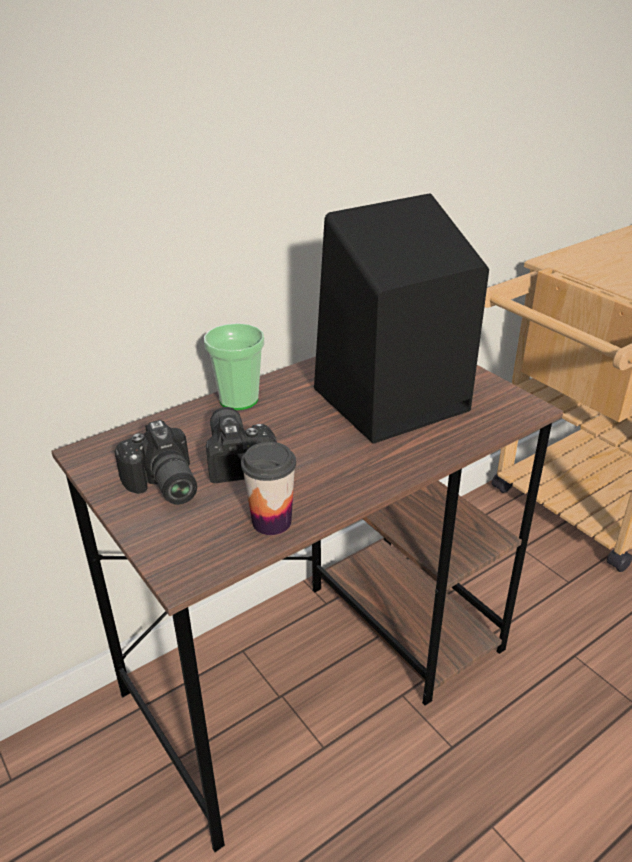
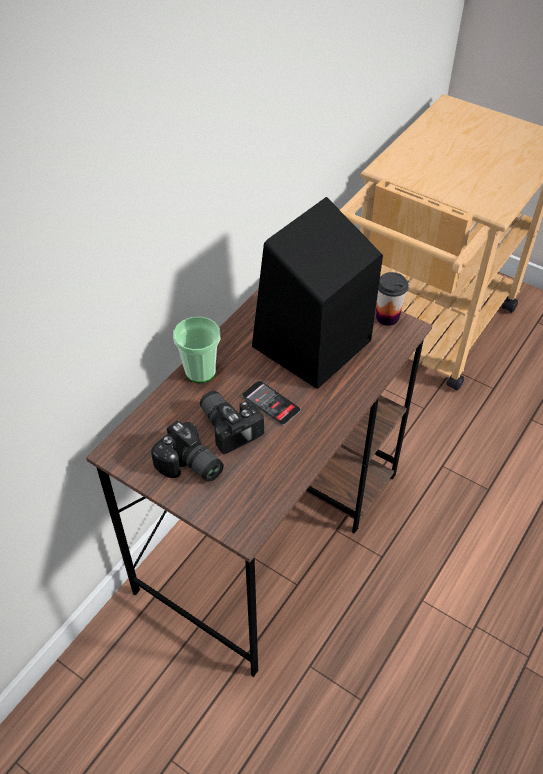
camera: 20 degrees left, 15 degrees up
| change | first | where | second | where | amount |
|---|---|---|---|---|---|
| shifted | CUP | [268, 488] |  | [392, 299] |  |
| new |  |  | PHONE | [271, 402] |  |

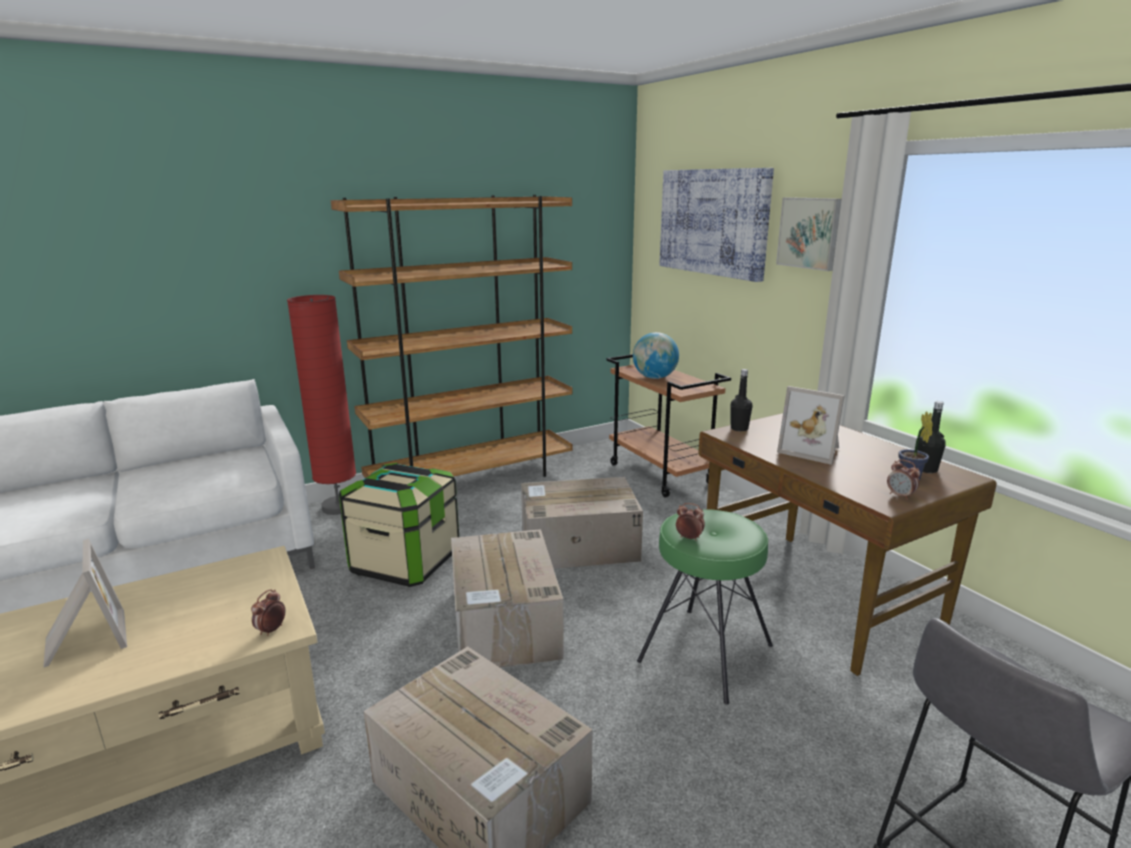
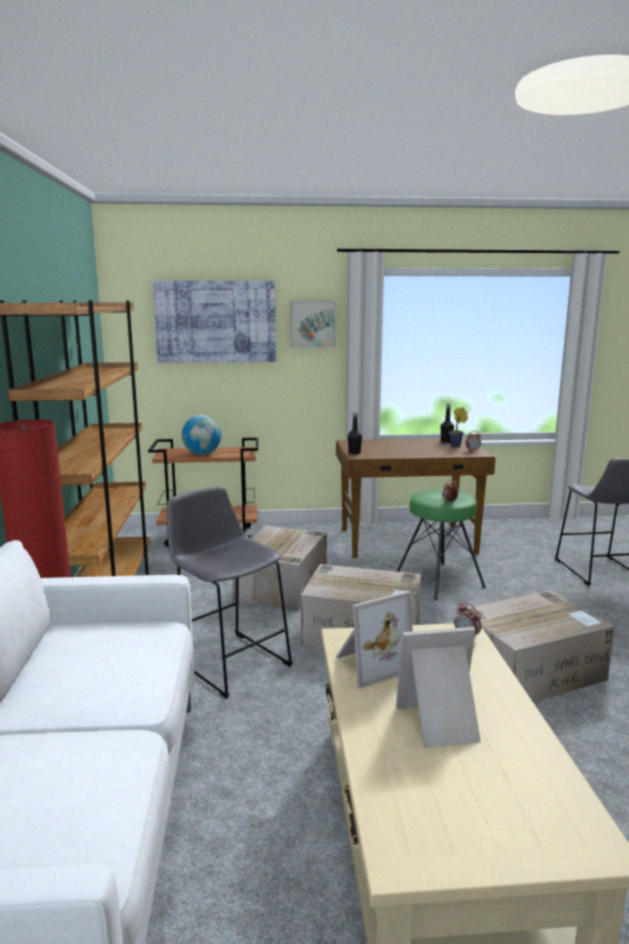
camera: 65 degrees left, 5 degrees down
| change | first | where | second | where | amount |
|---|---|---|---|---|---|
| shifted | PICTURE FRAME | [811, 425] |  | [374, 639] |  |
| swapped | STORAGE BOX | [399, 525] | GREY STOOL | [230, 593] |  |

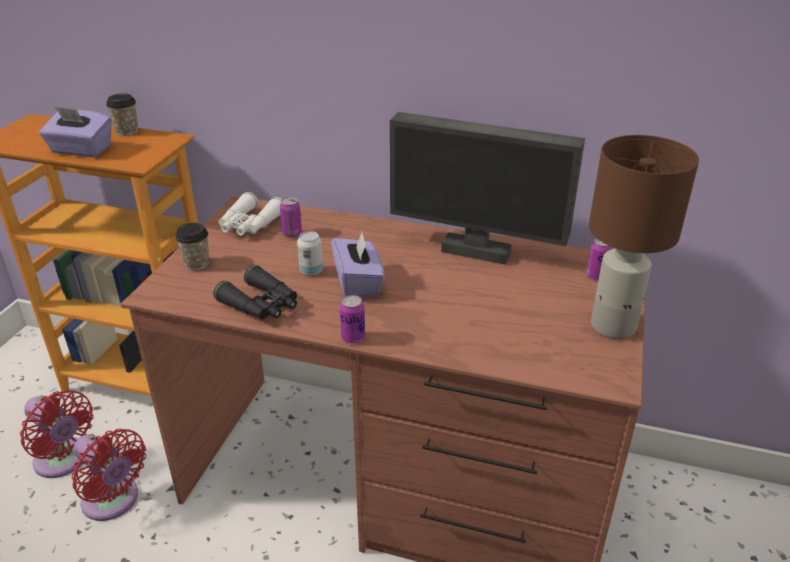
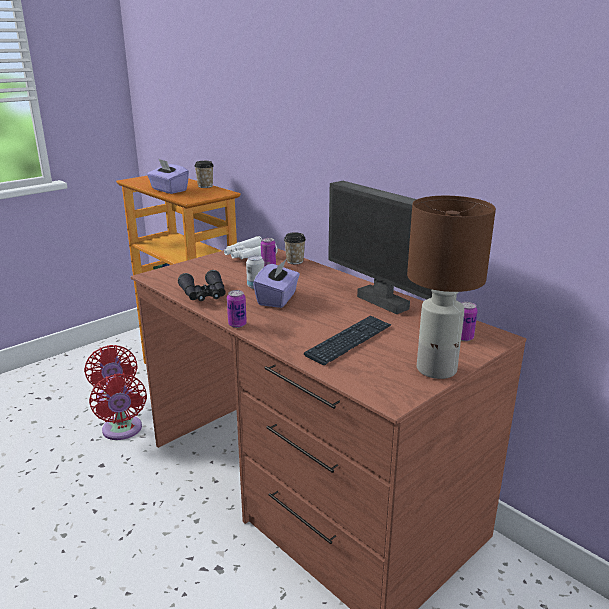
camera: 30 degrees right, 10 degrees down
| change | first | where | second | where | amount |
|---|---|---|---|---|---|
| shifted | CUP | [192, 247] |  | [295, 248] |  |
| new |  |  | KEYBOARD | [347, 340] |  |

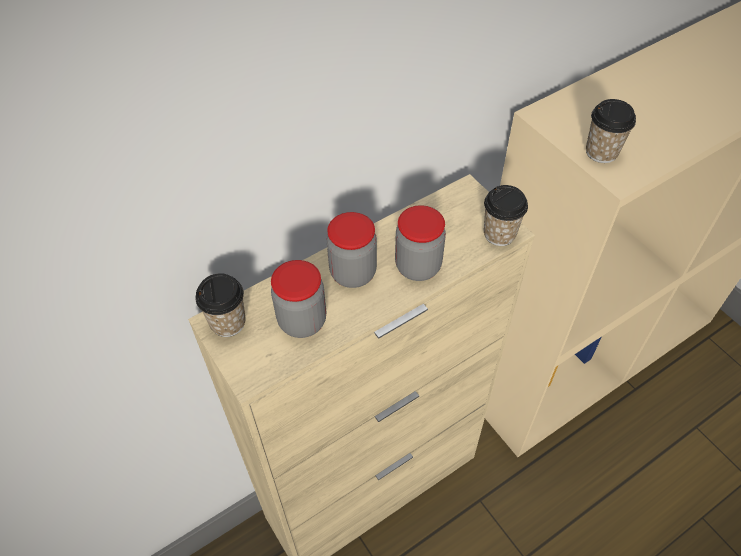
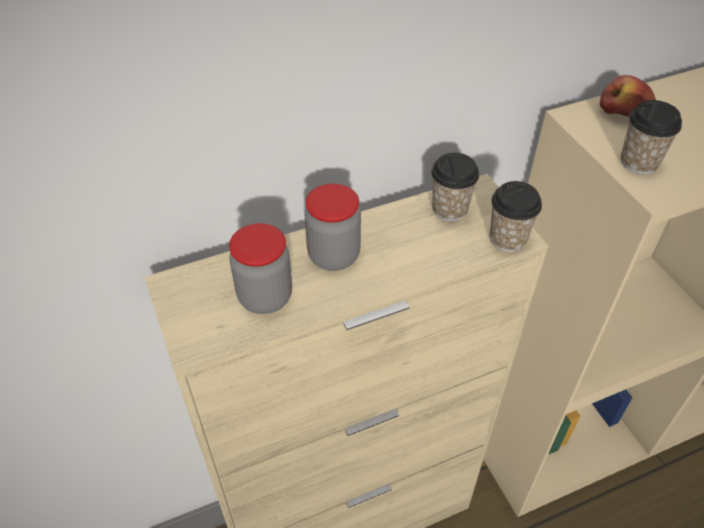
camera: 10 degrees right, 5 degrees down
| change | first | where | second | where | amount |
|---|---|---|---|---|---|
| gone | JAR | [420, 243] |  |  |  |
| shifted | CUP | [221, 305] |  | [455, 186] |  |
| new |  |  | APPLE | [627, 96] |  |

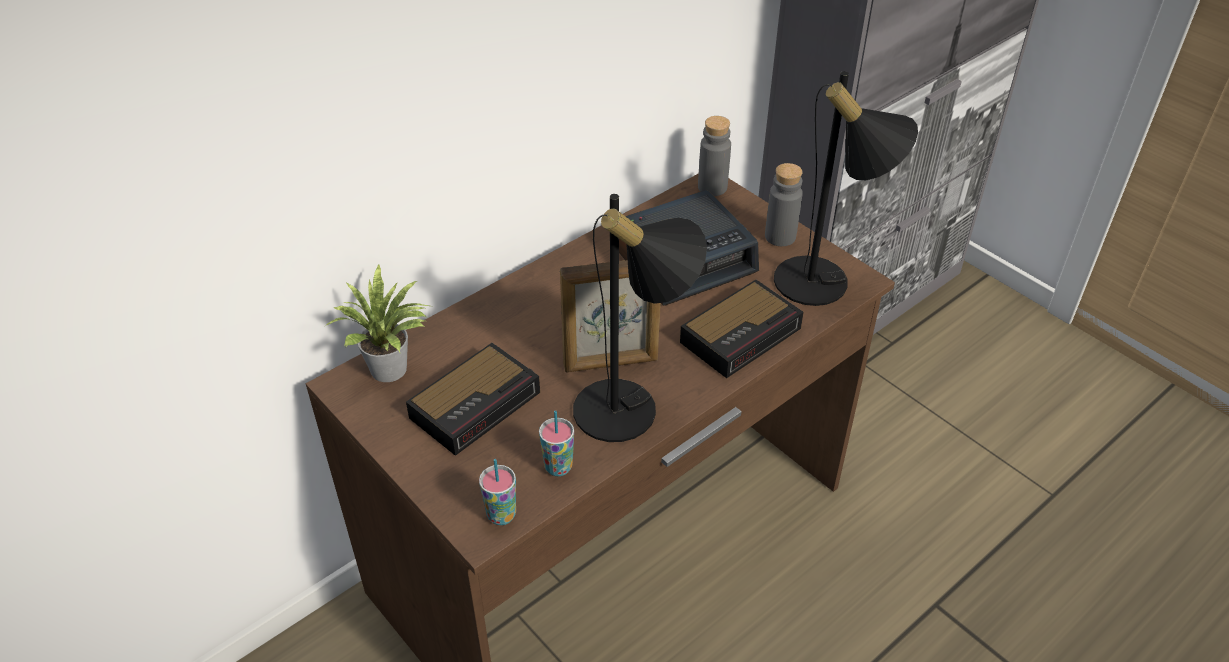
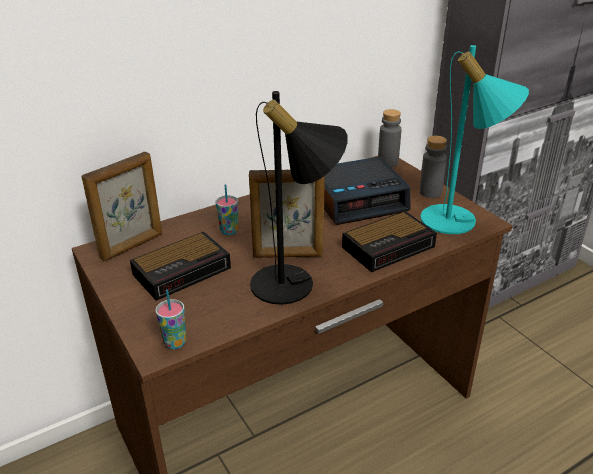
camera: 10 degrees right, 10 degrees down
| change | first | where | second | where | amount |
|---|---|---|---|---|---|
| repainted | BLACK TABLE LAMP | [846, 188] | TURQUOISE TABLE LAMP | [474, 139] |  |
| swapped | POTTED PLANT | [377, 322] | PICTURE FRAME | [122, 206] |  |
| shifted | CUP | [556, 443] |  | [227, 209] |  |

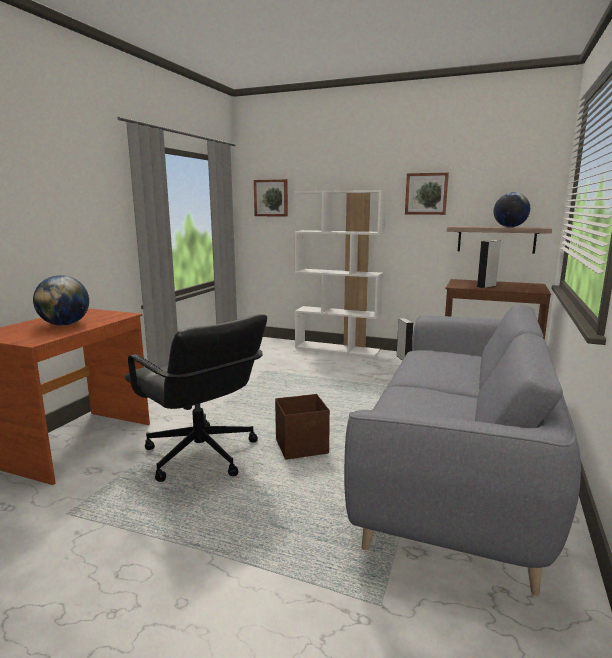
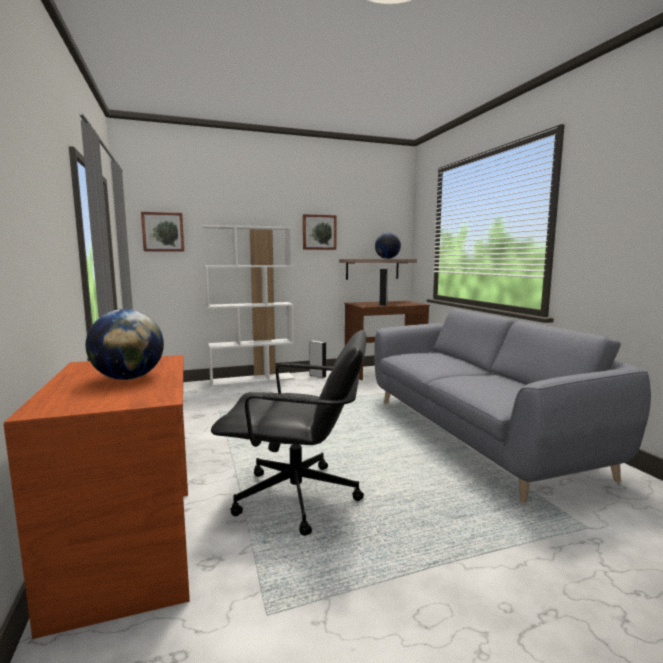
camera: 40 degrees left, 5 degrees down
| change | first | where | second | where | amount |
|---|---|---|---|---|---|
| gone | BROWN STORAGE BOX | [302, 427] |  |  |  |

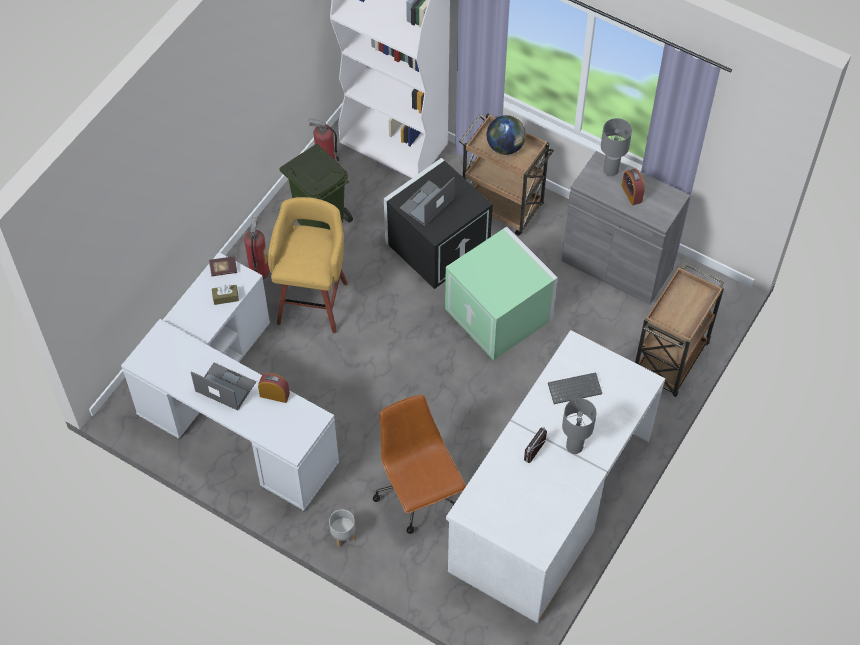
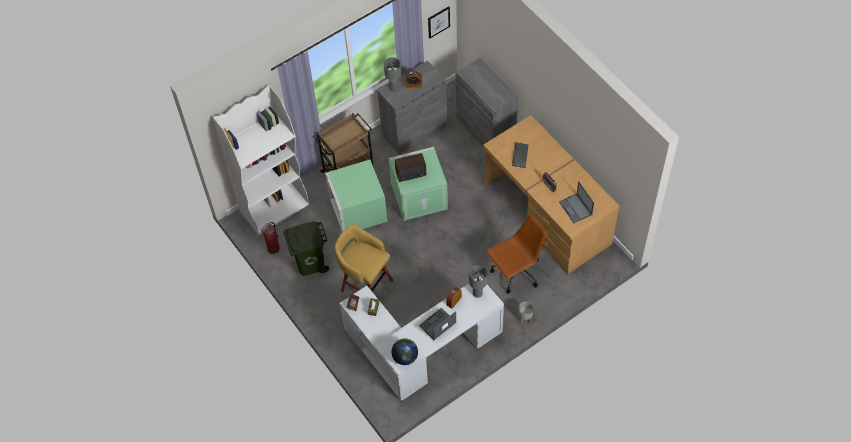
camera: 65 degrees left, 0 degrees up
| change | first | where | second | where | amount |
|---|---|---|---|---|---|
| shifted | GLOBE | [506, 135] |  | [405, 352] |  |
| repainted | BLACK STORAGE BOX | [438, 223] | GREEN STORAGE BOX | [356, 196] |  |
| shifted | LAPTOP | [427, 201] |  | [576, 202] |  |
| gone | FIRE EXTINGUISHER | [257, 248] |  |  |  |
| swapped | BROWN CART | [679, 330] | GREY CABINET | [487, 102] |  |
| repainted | WHITE DESK | [555, 476] | BROWN DESK | [551, 195] |  |
| rotated | BROWN OFFICE CHAIR | [419, 464] |  | [516, 254] | 150 degrees clockwise |
| shifted | GREY TABLE LAMP | [579, 426] |  | [478, 281] |  |
| new |  |  | PICTURE | [439, 22] |  |
| new |  |  | RADIO | [410, 167] |  |

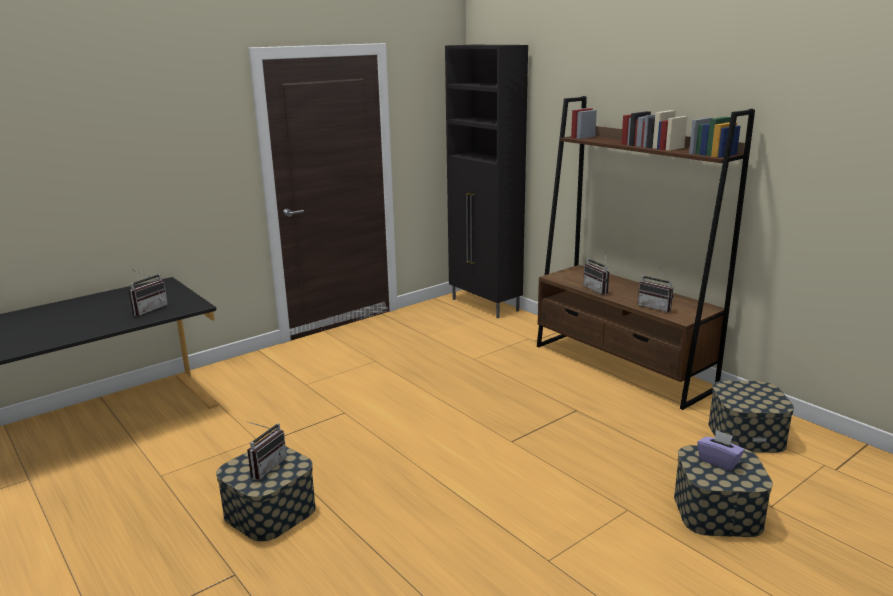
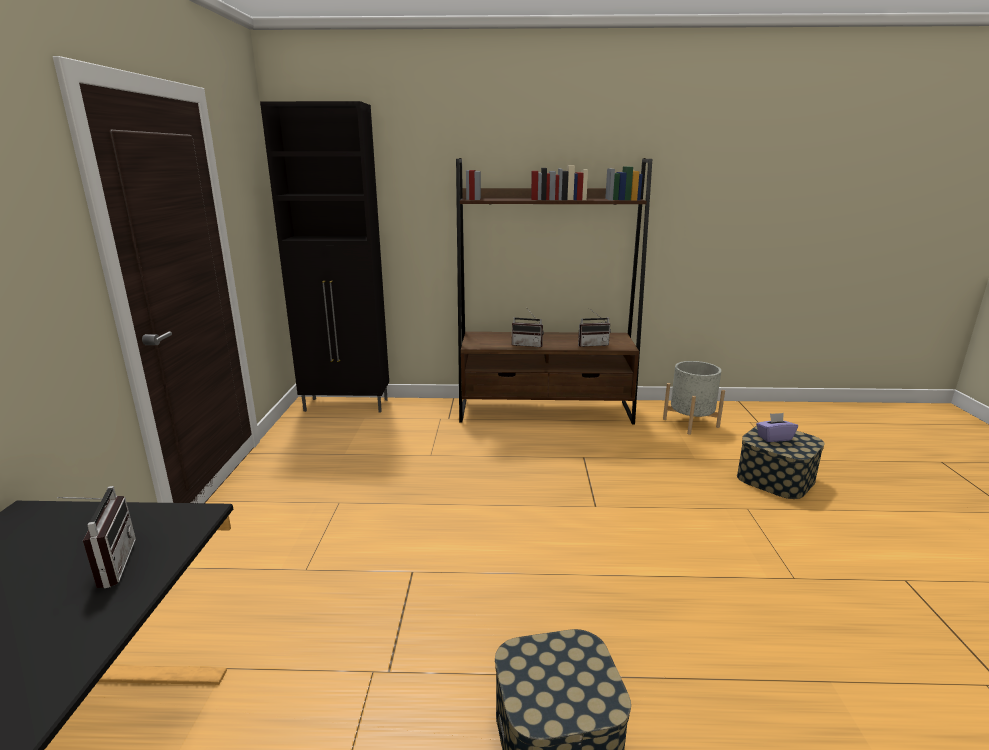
camera: 50 degrees left, 0 degrees up
| change | first | where | second | where | amount |
|---|---|---|---|---|---|
| swapped | STORAGE BOX | [751, 417] | GREY PLANTER | [694, 398] |  |
| gone | RADIO | [267, 451] |  |  |  |

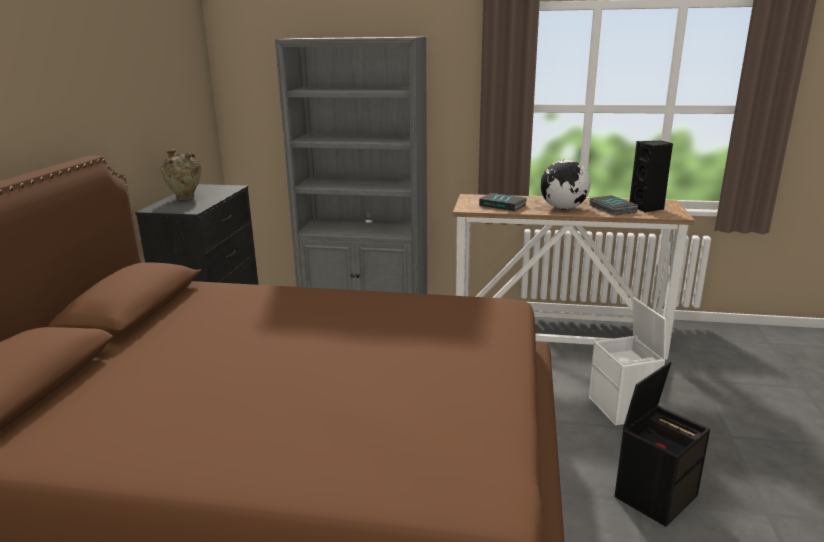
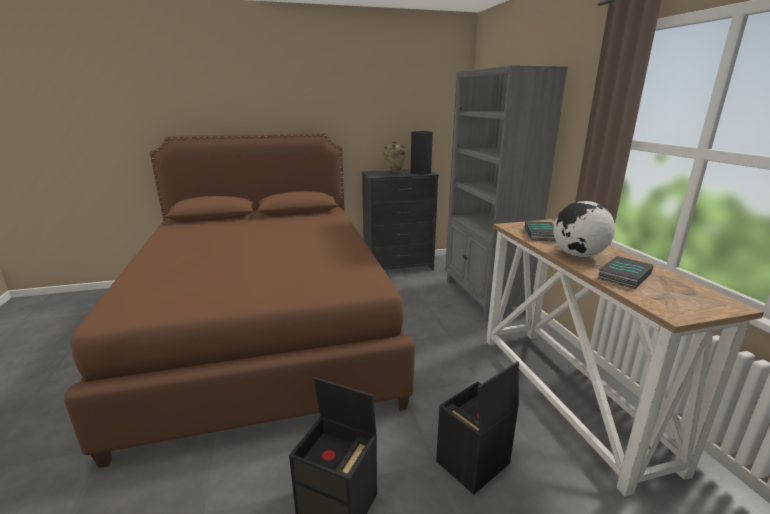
camera: 65 degrees right, 0 degrees up
| change | first | where | second | where | amount |
|---|---|---|---|---|---|
| shifted | BLACK SPEAKER | [651, 177] |  | [422, 153] |  |
| repainted | WHITE STORAGE BOX | [627, 361] | BLACK STORAGE BOX | [477, 428] |  |

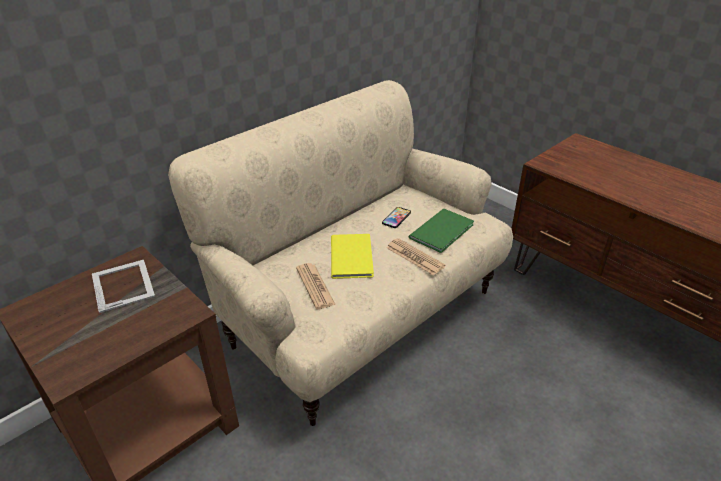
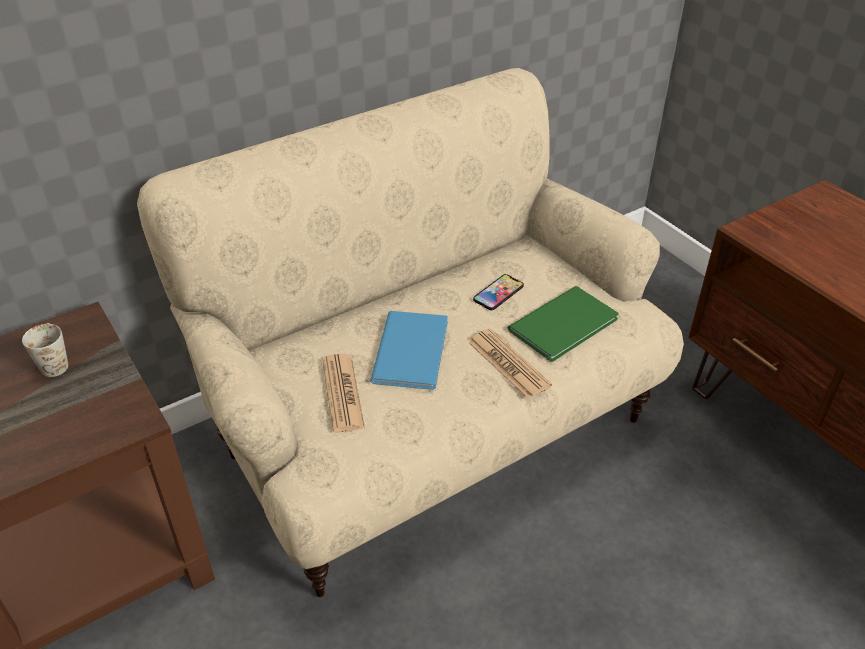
camera: 10 degrees right, 5 degrees up
| change | first | where | second | where | amount |
|---|---|---|---|---|---|
| repainted | YELLOW BOOK | [352, 256] | BLUE BOOK | [409, 350] |  |
| swapped | PICTURE FRAME | [123, 286] | WHITE MUG | [45, 350] |  |

